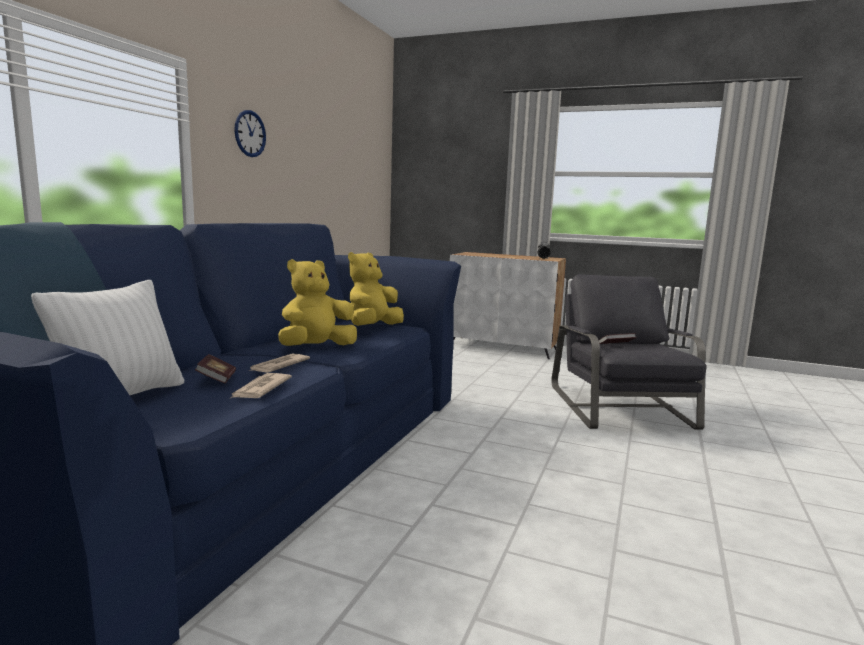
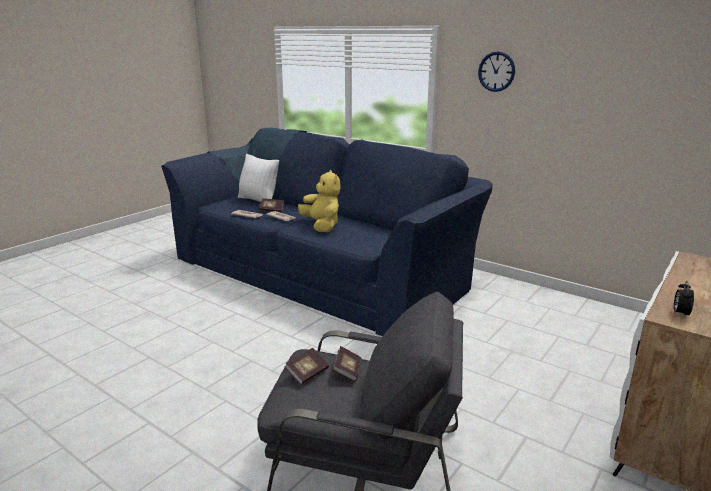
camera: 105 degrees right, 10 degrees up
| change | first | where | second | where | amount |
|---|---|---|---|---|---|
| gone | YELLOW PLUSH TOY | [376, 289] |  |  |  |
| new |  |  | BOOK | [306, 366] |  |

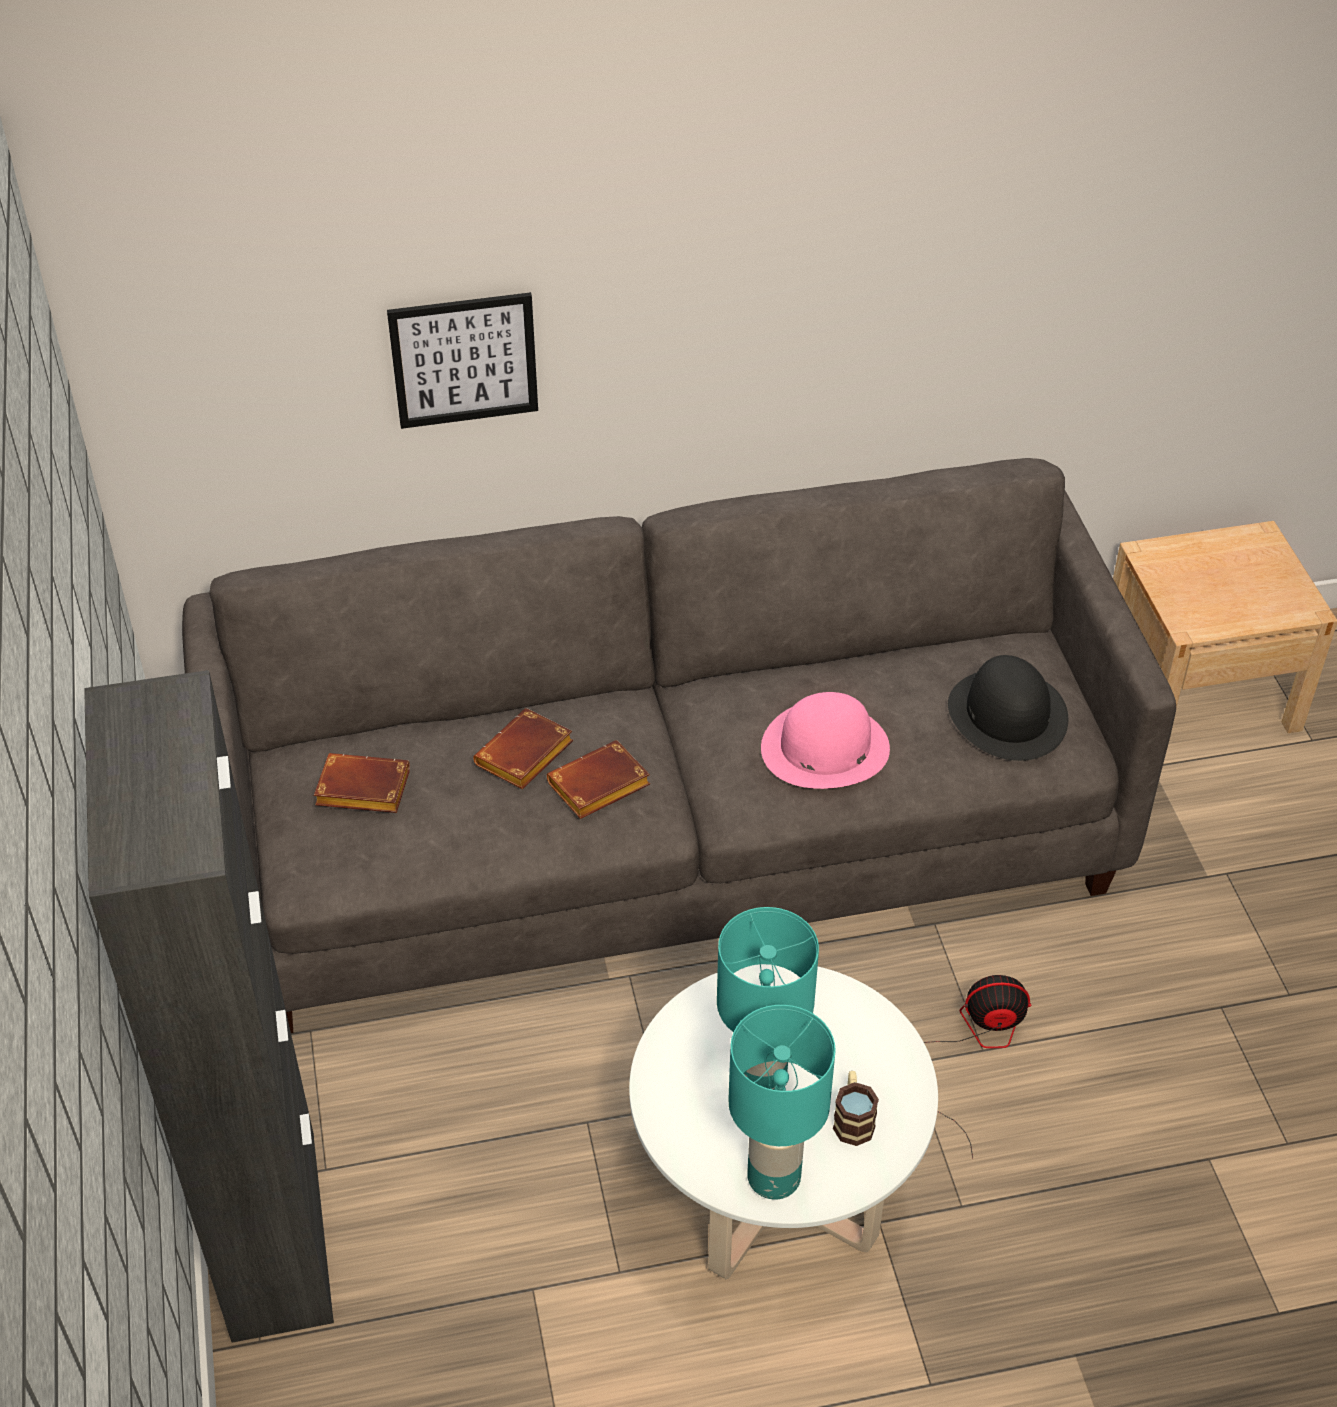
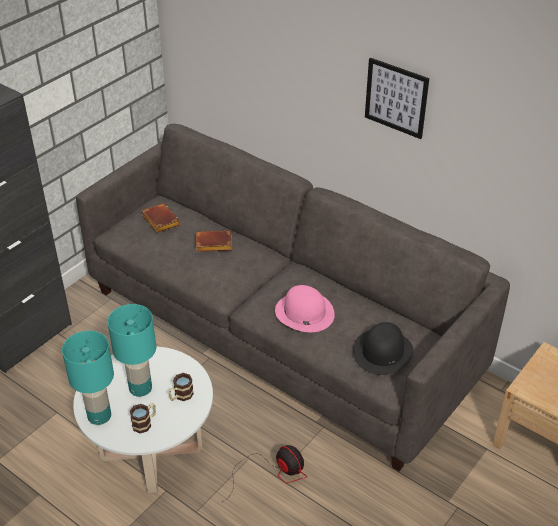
camera: 50 degrees right, 5 degrees down
| change | first | where | second | where | amount |
|---|---|---|---|---|---|
| shifted | PICTURE | [462, 360] |  | [397, 98] |  |
| gone | BROWN BOOK | [598, 779] |  |  |  |
| new |  |  | MUG | [181, 387] |  |

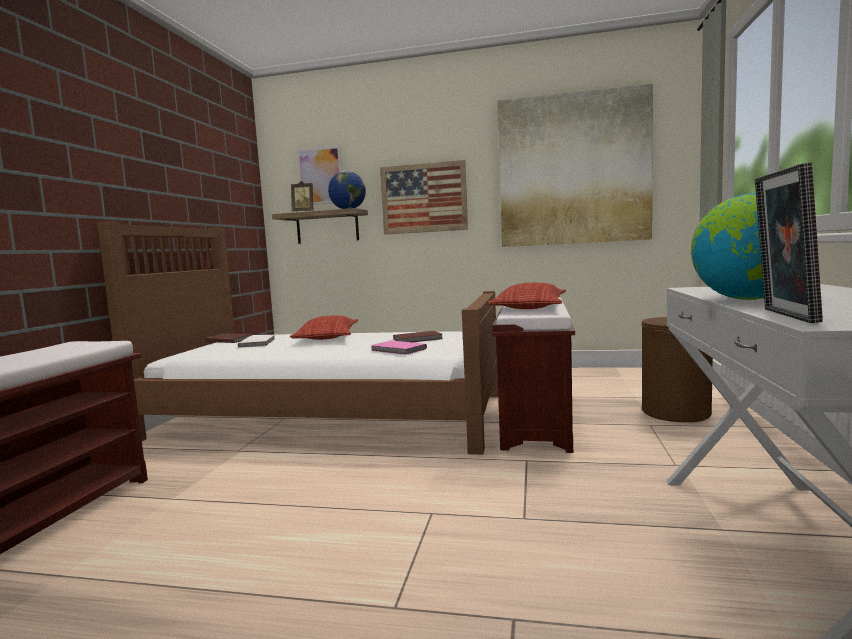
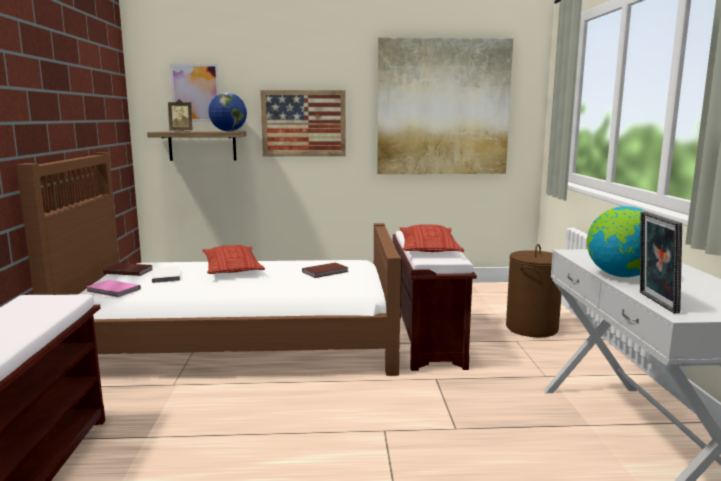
camera: 15 degrees left, 5 degrees up
| change | first | where | second | where | amount |
|---|---|---|---|---|---|
| shifted | PINK BOOK | [399, 347] |  | [113, 288] |  |

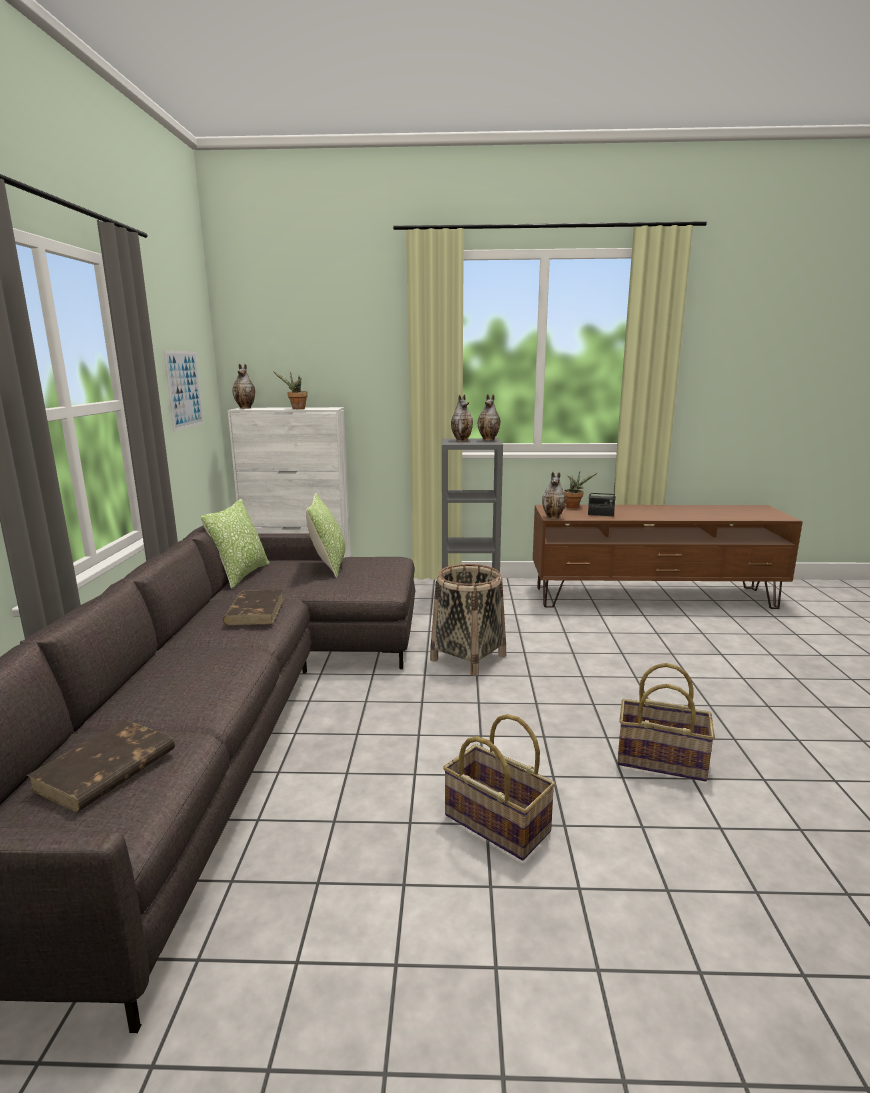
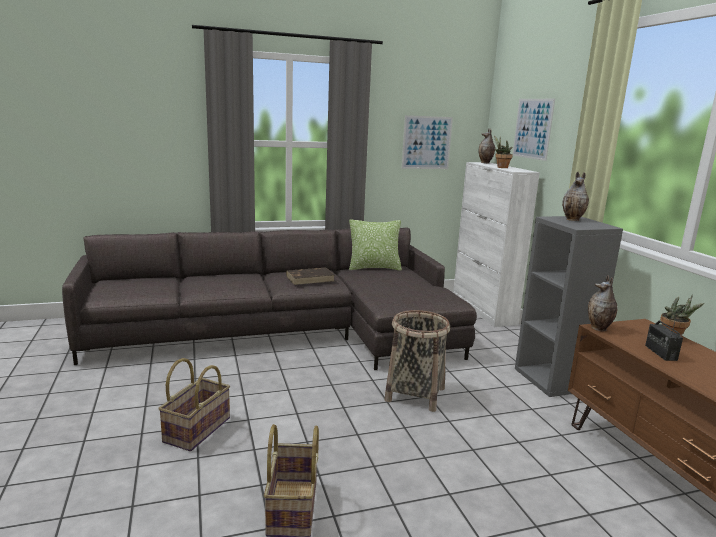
camera: 70 degrees right, 0 degrees up
| change | first | where | second | where | amount |
|---|---|---|---|---|---|
| gone | VASE | [489, 417] |  |  |  |
| gone | PILLOW | [325, 535] |  |  |  |
| gone | BROWN BOOK | [101, 766] |  |  |  |
| new |  |  | PICTURE | [534, 130] |  |

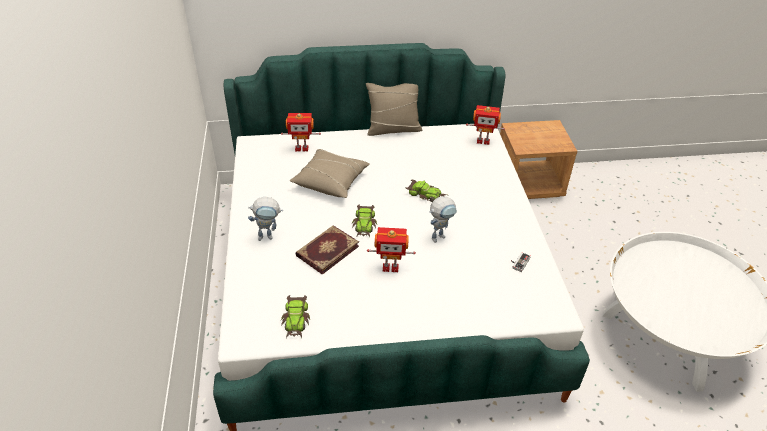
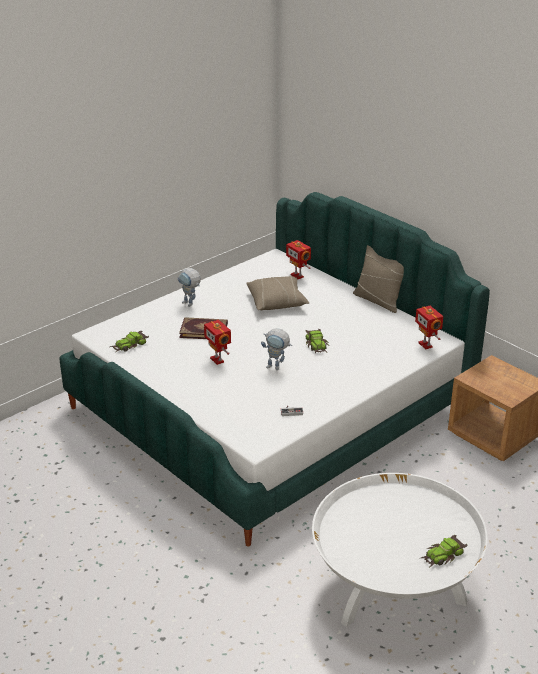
camera: 55 degrees right, 10 degrees down
| change | first | where | second | where | amount |
|---|---|---|---|---|---|
| shifted | TOY CAR | [364, 220] |  | [444, 551] |  |

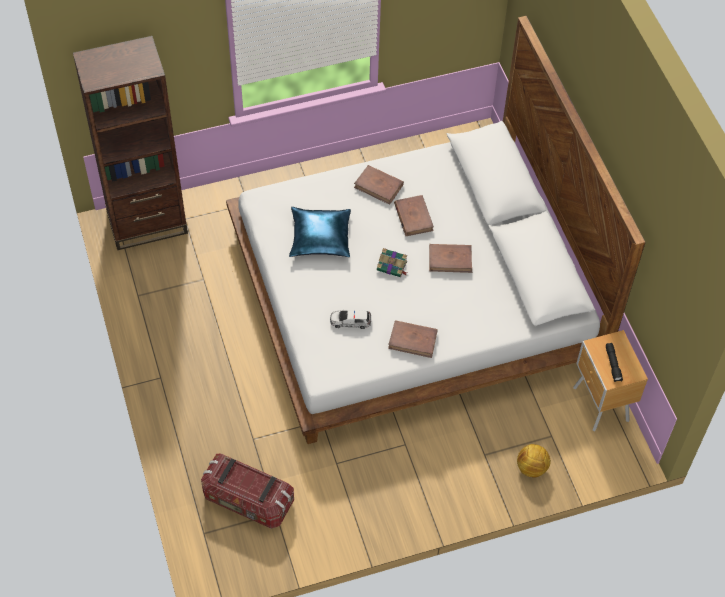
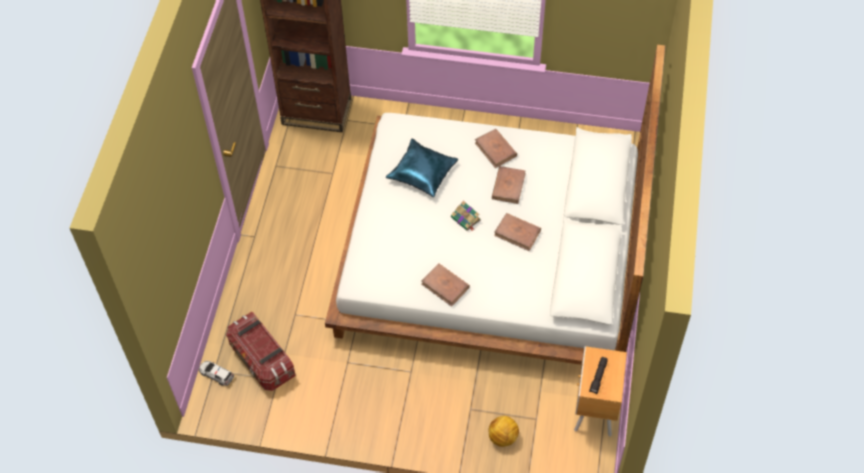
camera: 30 degrees right, 0 degrees up
| change | first | where | second | where | amount |
|---|---|---|---|---|---|
| shifted | TOY CAR | [350, 319] |  | [216, 373] |  |

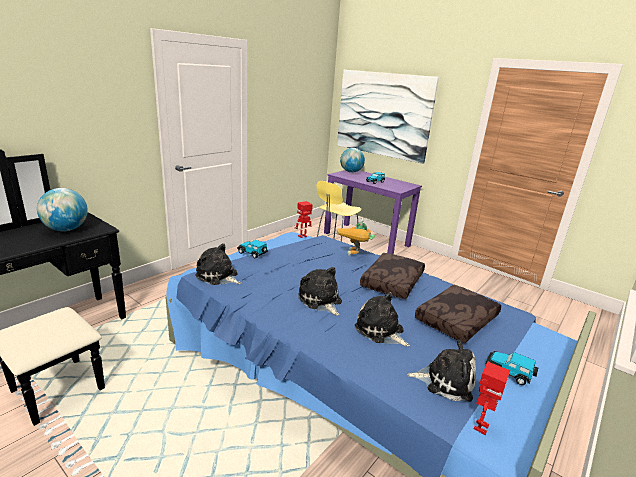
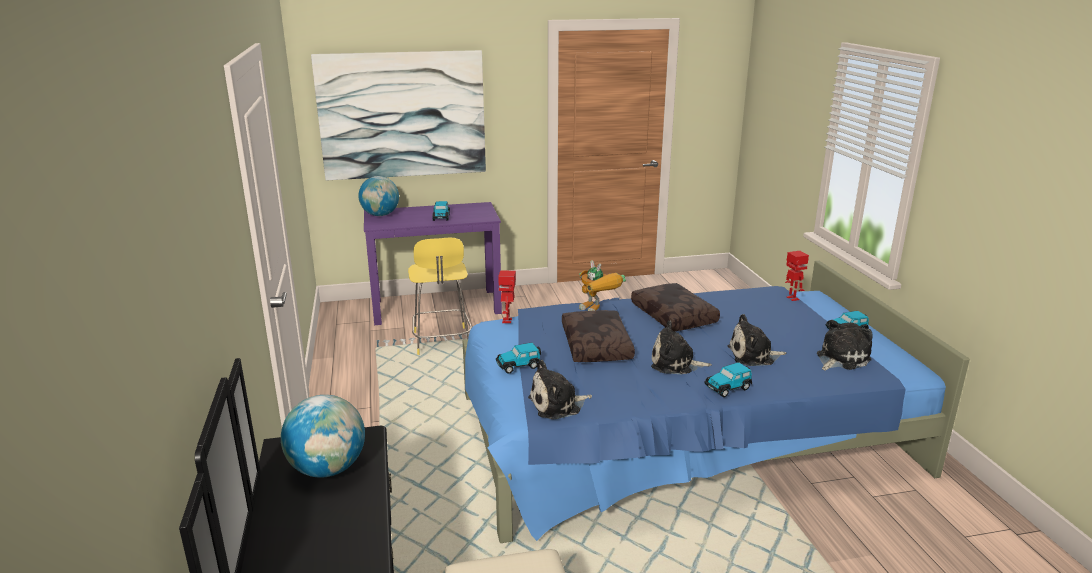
camera: 50 degrees left, 0 degrees up
| change | first | where | second | where | amount |
|---|---|---|---|---|---|
| shifted | BROWN PILLOW | [458, 314] |  | [598, 336] |  |
| shifted | TOY ROBOT | [492, 398] |  | [797, 276] |  |
| new |  |  | TOY CAR | [728, 379] |  |

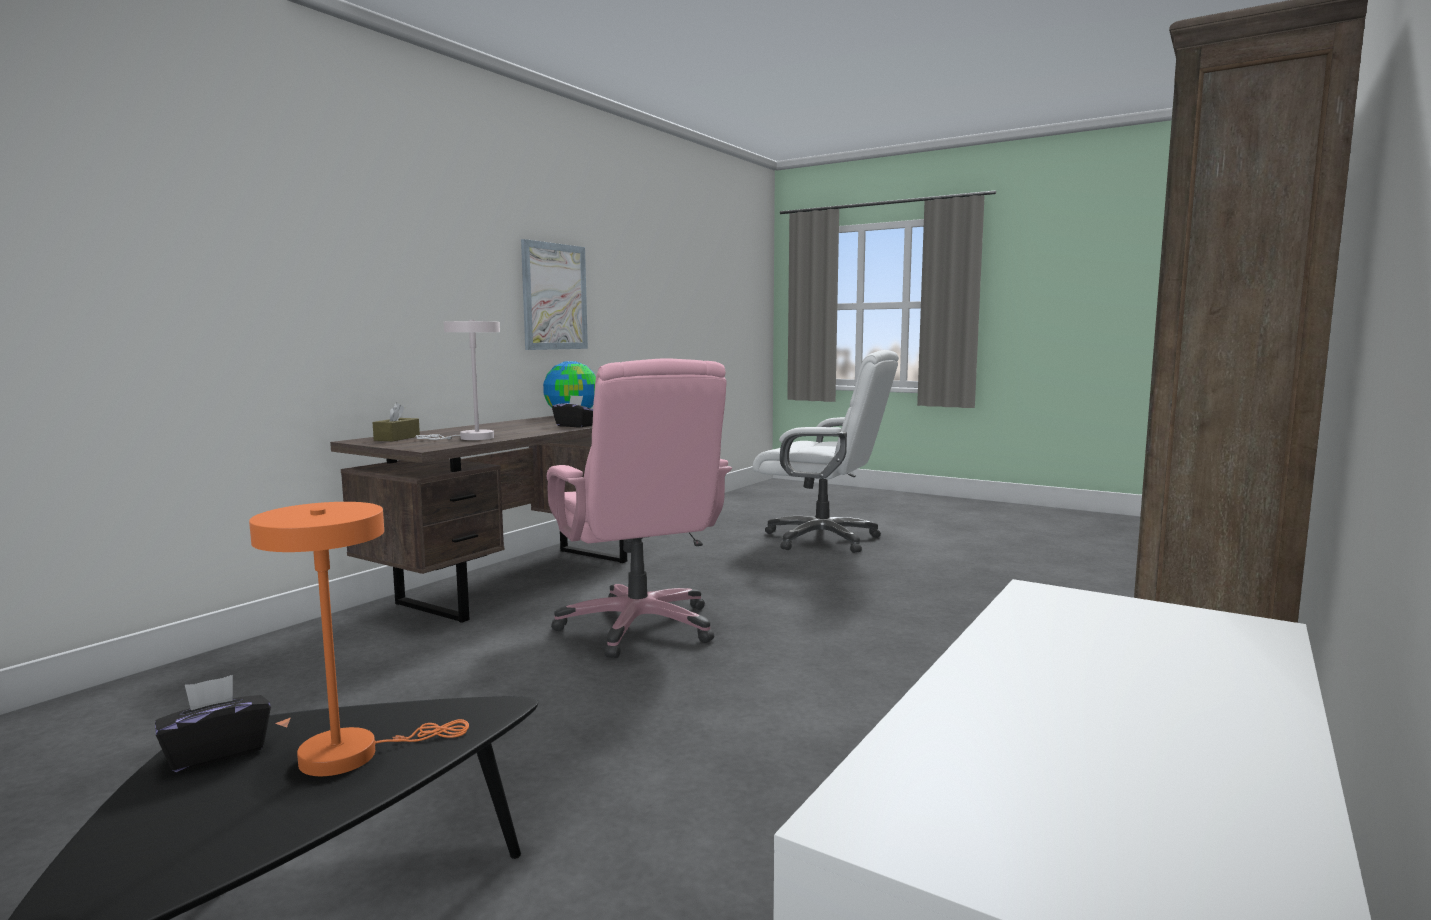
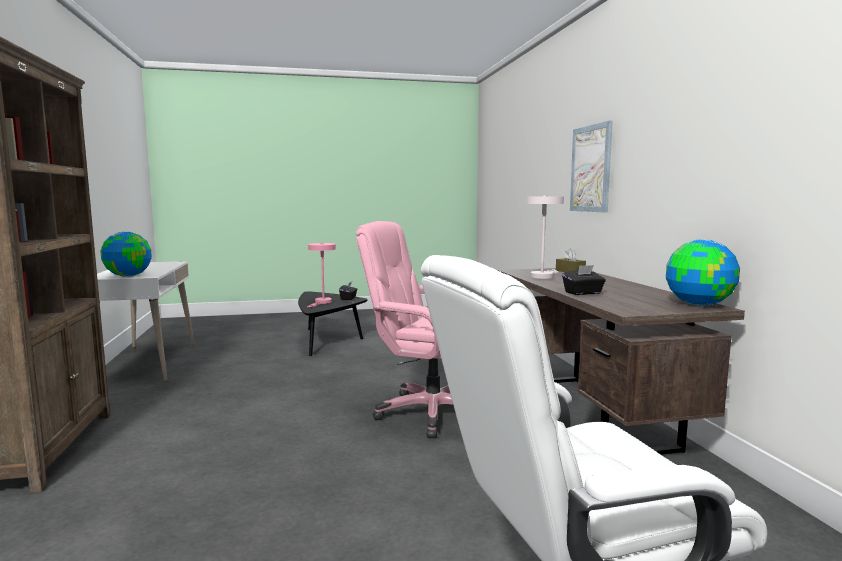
camera: 135 degrees right, 0 degrees up
| change | first | where | second | where | amount |
|---|---|---|---|---|---|
| shifted | PICTURE | [554, 294] |  | [591, 166] |  |
| repainted | ORANGE TABLE LAMP | [359, 639] | PINK TABLE LAMP | [321, 275] |  |
| new |  |  | GLOBE | [126, 254] |  |

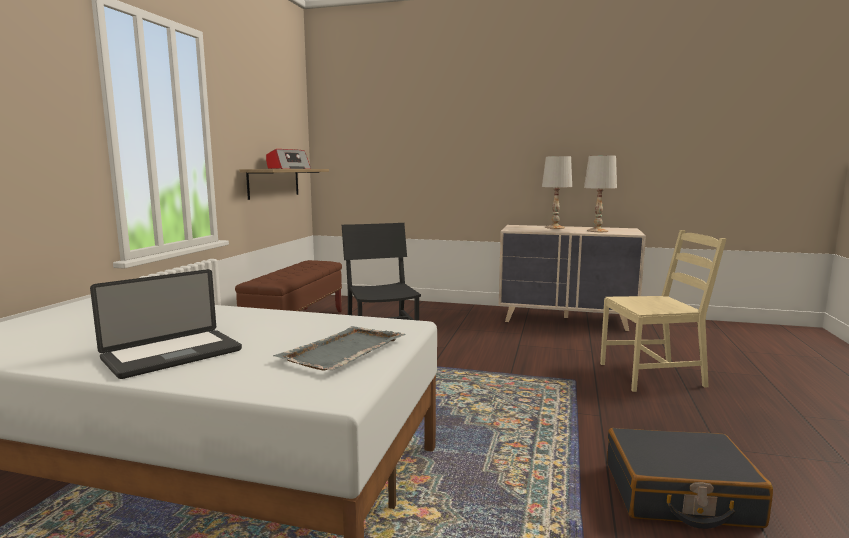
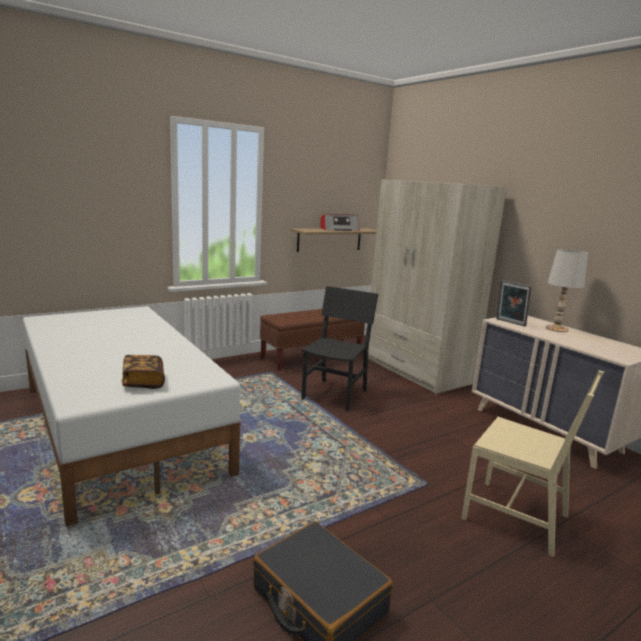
camera: 40 degrees right, 5 degrees up
| change | first | where | second | where | amount |
|---|---|---|---|---|---|
| gone | WHITE TABLE LAMP | [600, 194] |  |  |  |
| gone | LAPTOP | [166, 324] |  |  |  |
| swapped | GREY TRAY | [339, 348] | BOOK | [143, 372] |  |
| new |  |  | BEIGE WARDROBE | [437, 287] |  |
| new |  |  | PICTURE FRAME | [514, 303] |  |

